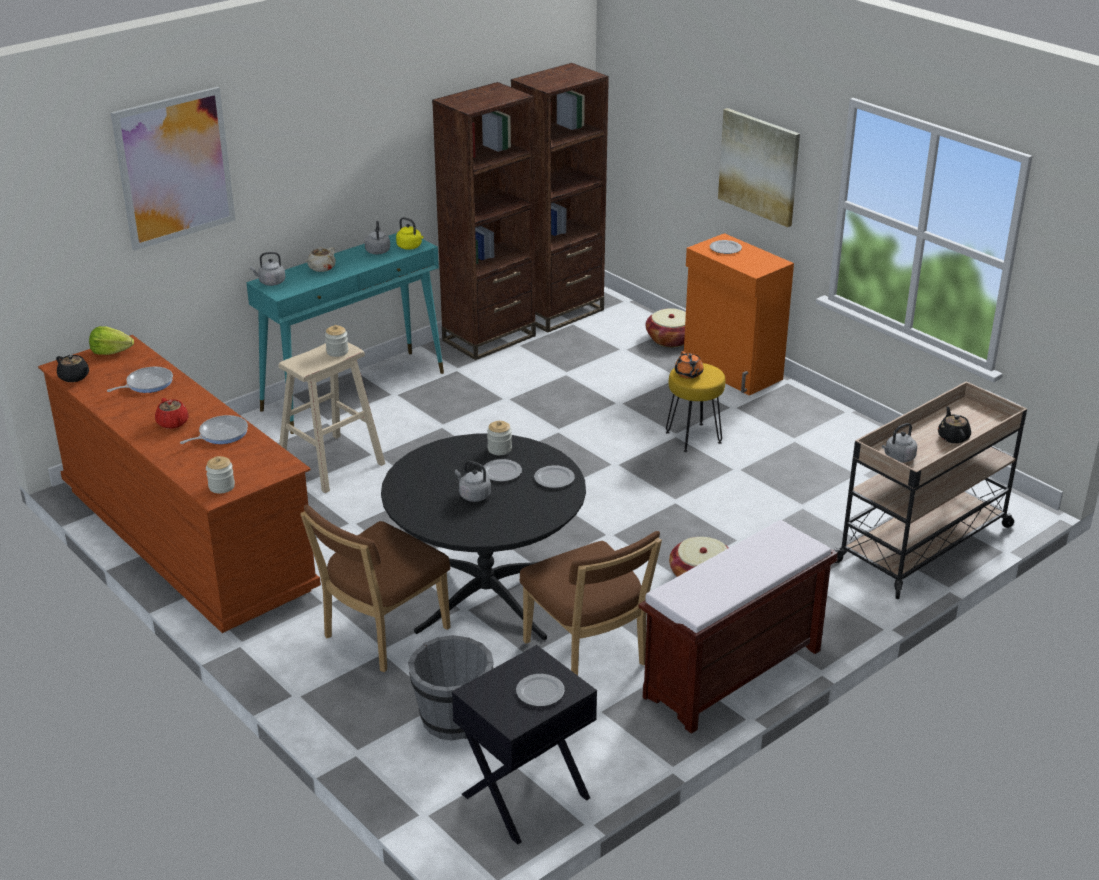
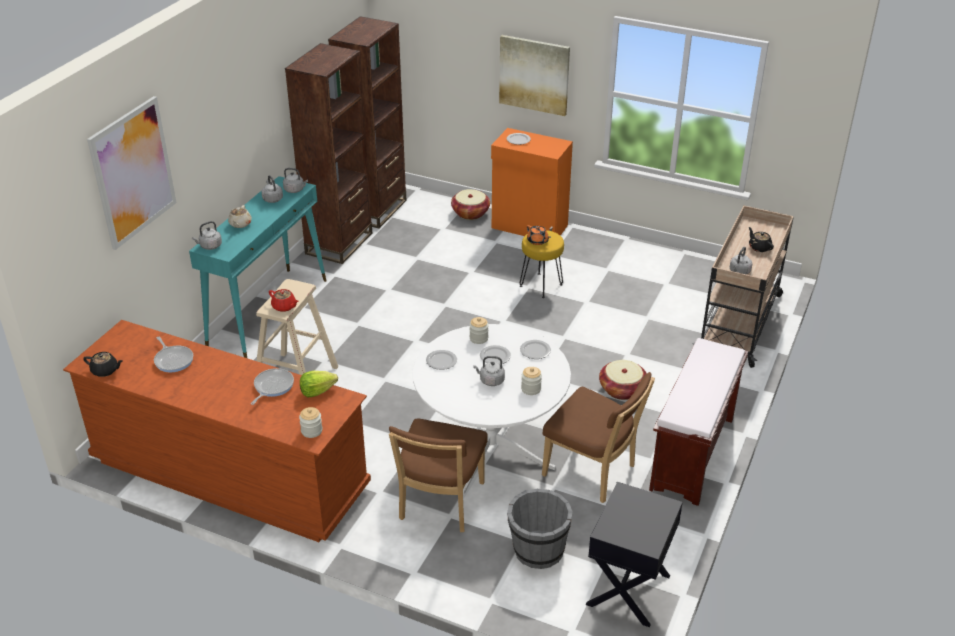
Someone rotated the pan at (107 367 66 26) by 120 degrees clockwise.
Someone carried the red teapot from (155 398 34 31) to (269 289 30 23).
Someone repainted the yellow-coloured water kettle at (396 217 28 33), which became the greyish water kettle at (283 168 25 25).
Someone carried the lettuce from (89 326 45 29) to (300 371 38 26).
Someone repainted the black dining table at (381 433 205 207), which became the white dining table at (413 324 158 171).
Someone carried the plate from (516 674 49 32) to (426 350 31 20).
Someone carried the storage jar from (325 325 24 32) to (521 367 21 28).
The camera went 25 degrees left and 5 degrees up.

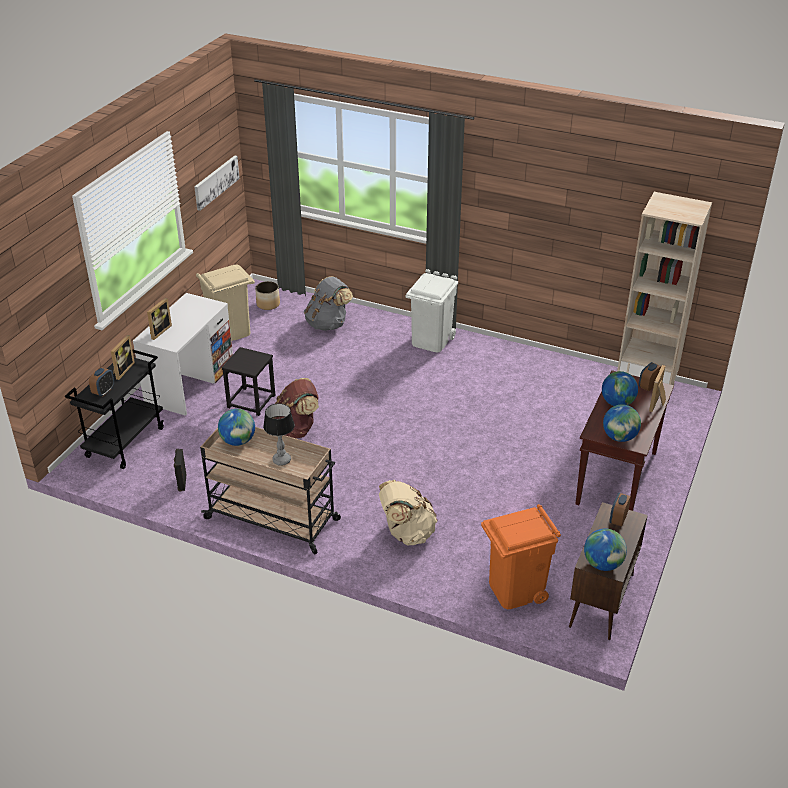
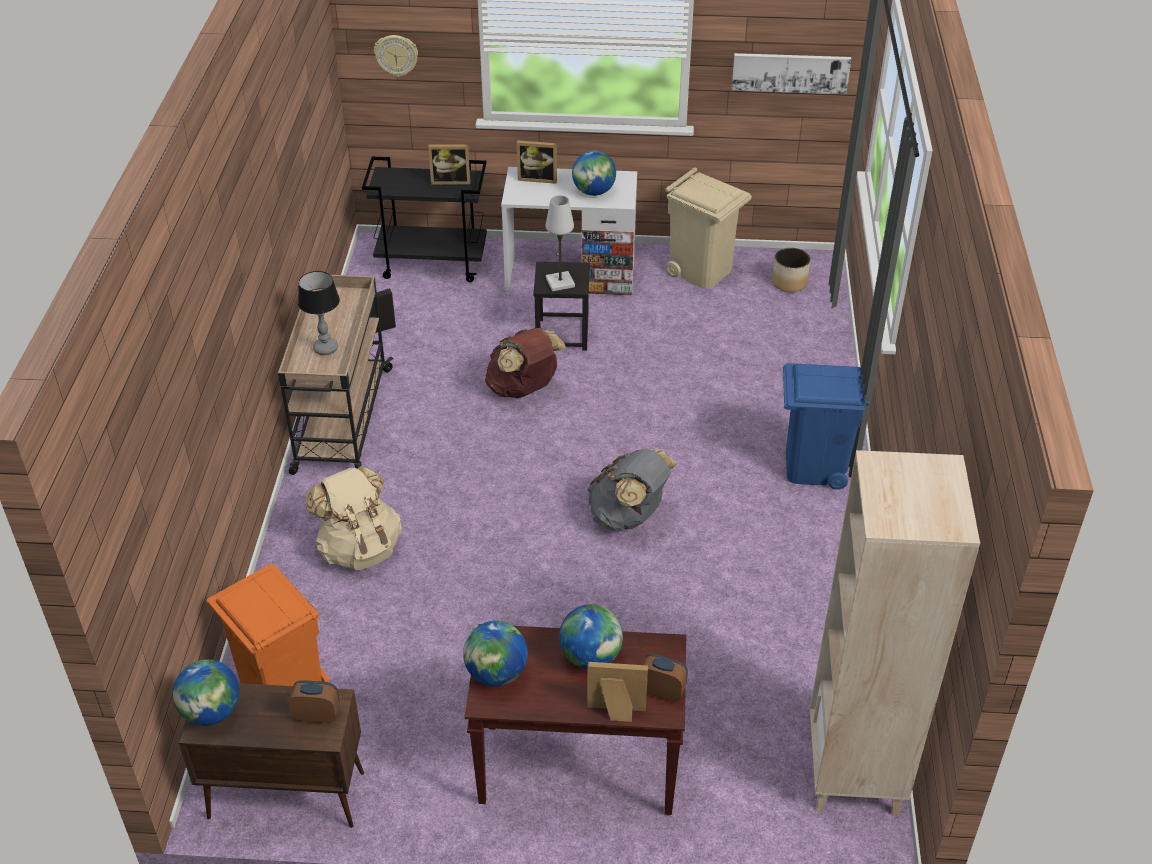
Someone put up the wall clock at (374 35 44 42).
Someone put down the white table lamp at (546 195 29 96).
Someone carried the world globe from (218 409 37 37) to (572 151 44 45).
Someone carried the greyish rucksack from (304 276 49 55) to (587 449 90 83).
Someone repainted the white rubbish bin at (406 269 52 83), which became the blue rubbish bin at (783 363 87 127).
Someone took away the alarm clock at (89 367 25 29).
The camera went 70 degrees right and 5 degrees up.

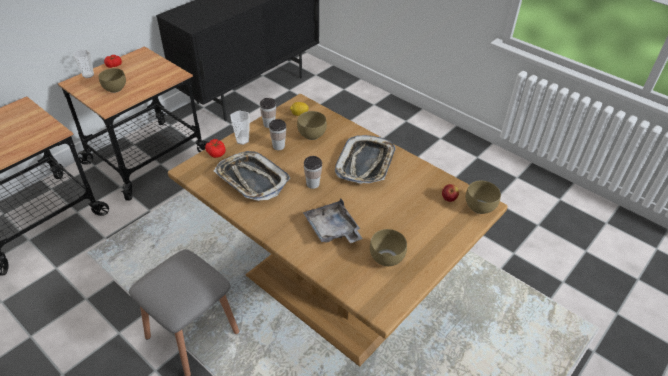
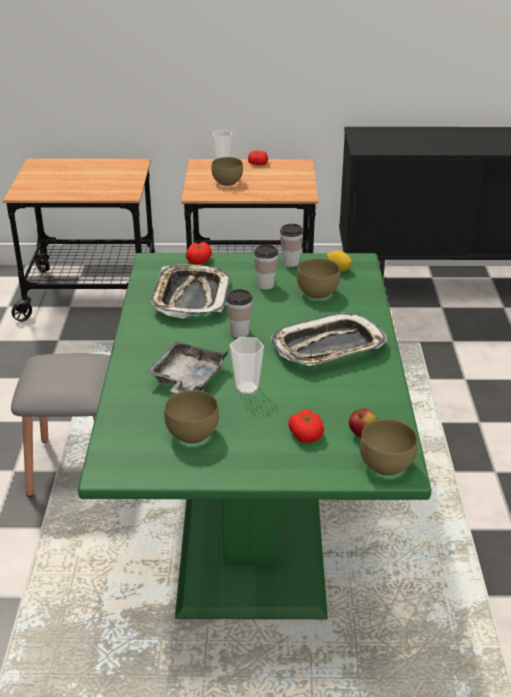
Someone repainted the brown-coloured dining table at (168 94 340 273), which became the greenish dining table at (78 253 354 366).
Someone carried the cup from (230 111 20 34) to (230 337 34 57).
Someone put down the tomato at (288 410 36 33).
The camera went 50 degrees right and 10 degrees down.

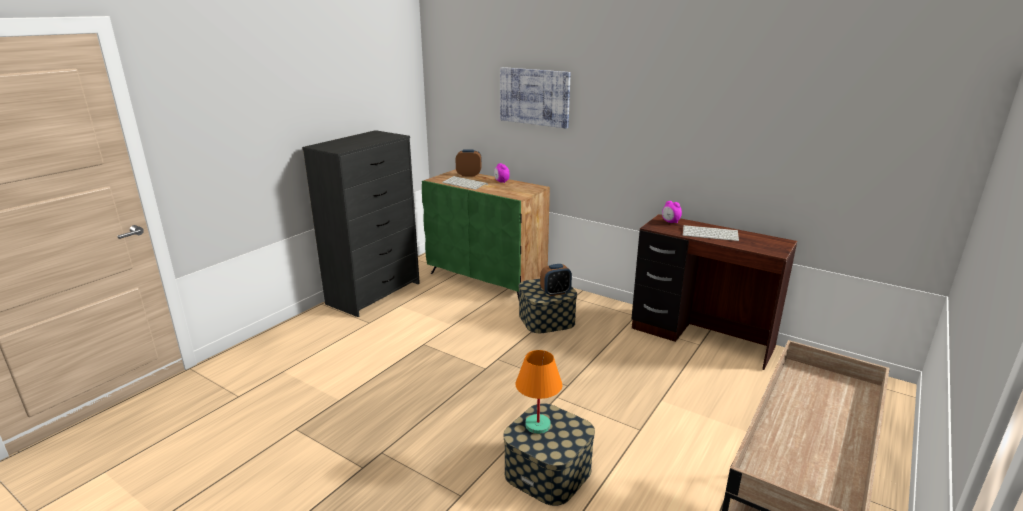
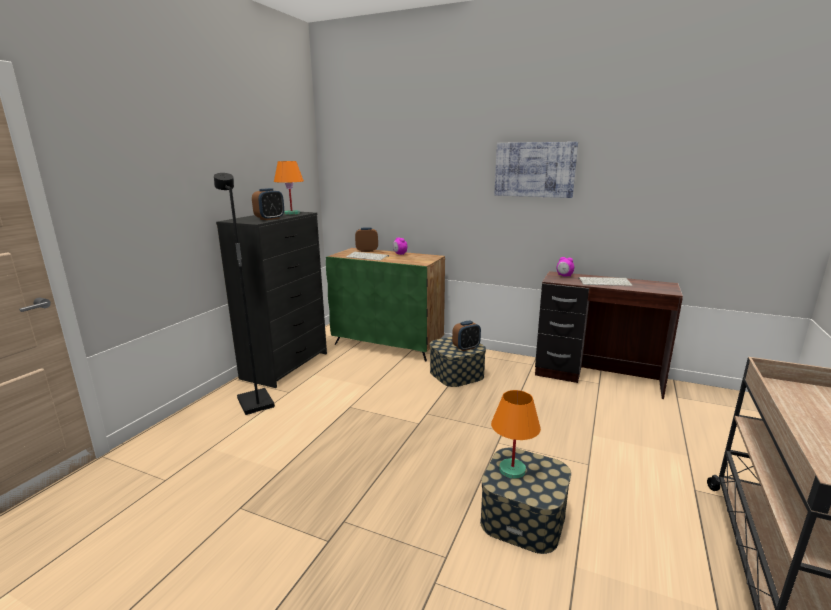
Someone put down the black standard lamp at (214 173 61 242).
Someone put down the alarm clock at (252 188 32 32).
Someone put down the orange-coloured table lamp at (274 161 30 54).
Someone carried the wall art from (500 67 71 62) to (494 142 84 56).
The camera went 10 degrees left and 5 degrees down.

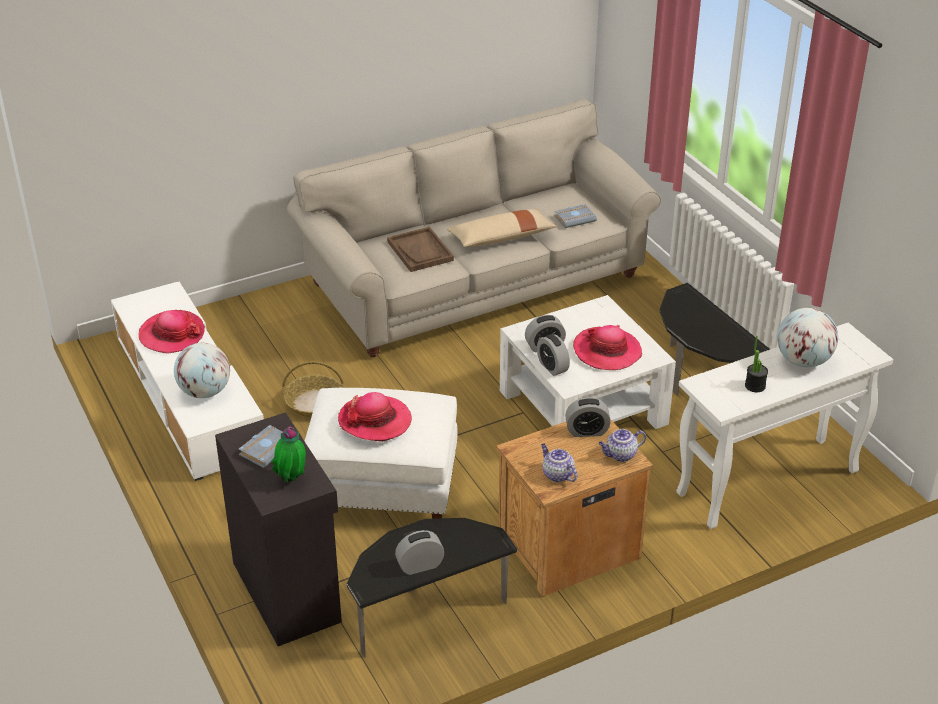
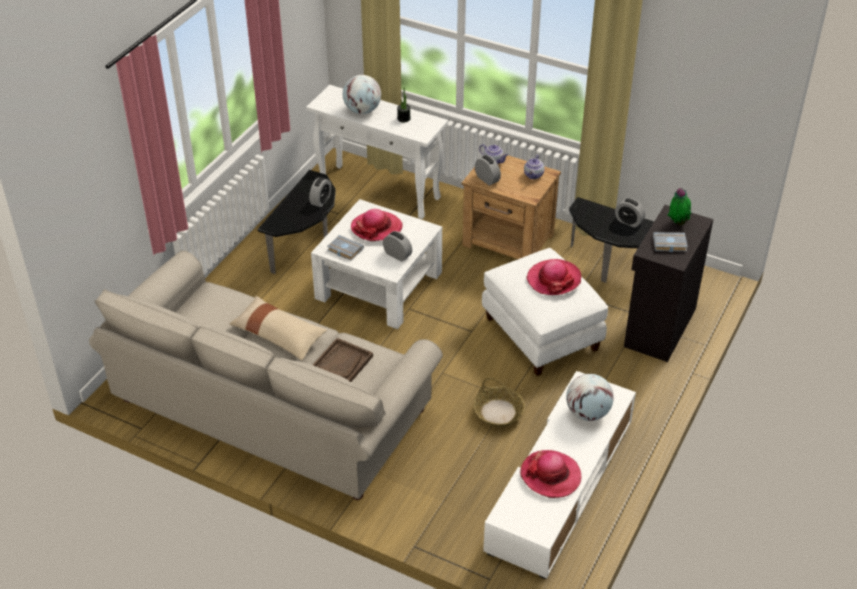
Someone carried the alarm clock from (537 334 33 42) to (309 177 22 30).
Someone carried the greyish volume from (555 204 42 24) to (327 235 37 25).
The camera went 125 degrees left and 5 degrees up.

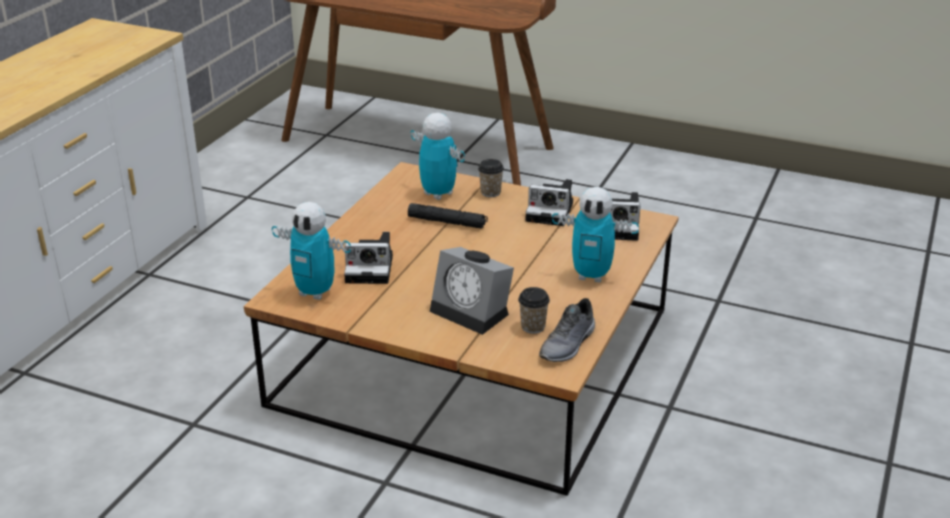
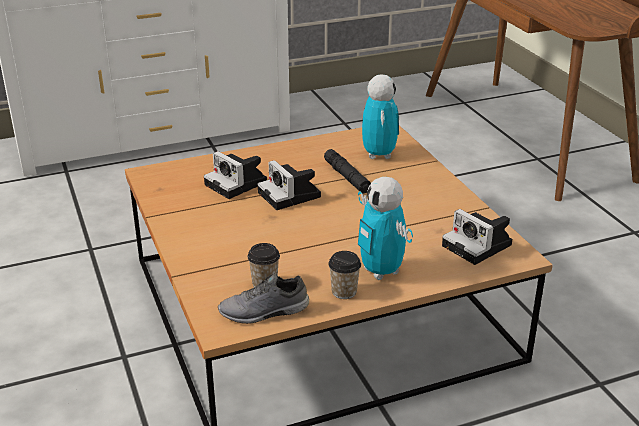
Someone carried the still camera from (525 179 48 47) to (257 160 64 50).
Someone carried the cup from (478 159 26 38) to (328 251 33 48).
Someone took away the model robot at (272 202 79 98).
Someone took away the alarm clock at (430 247 84 88).
The camera went 45 degrees right and 0 degrees up.

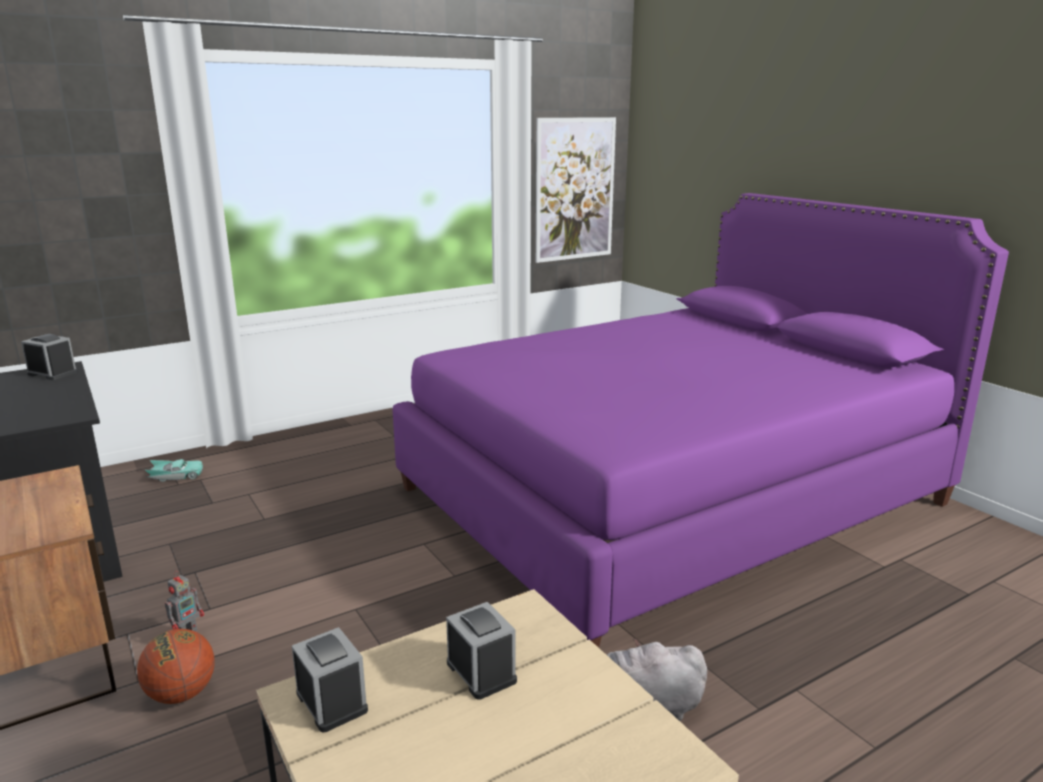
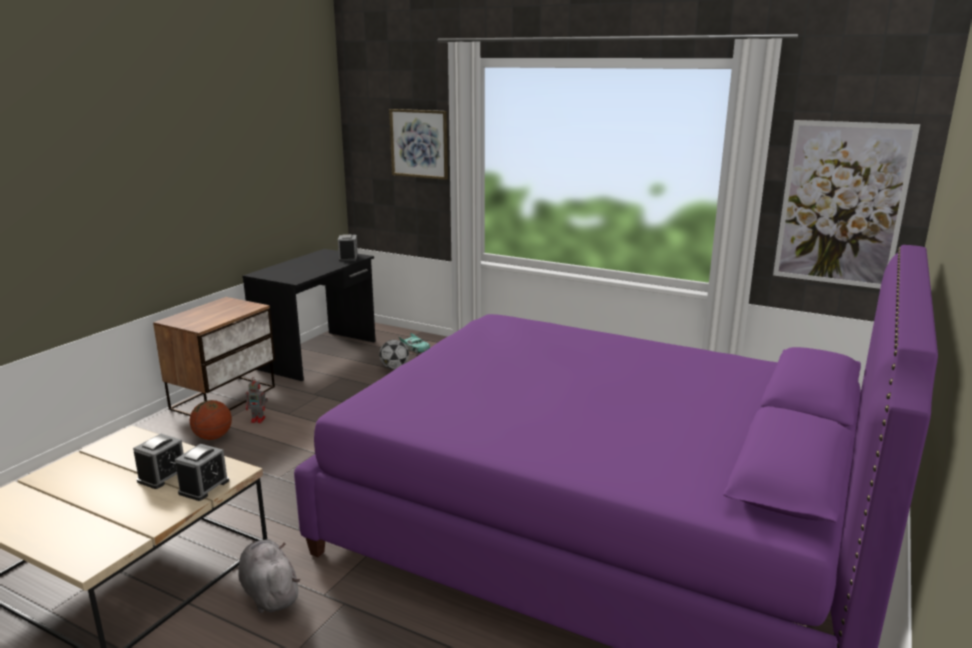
Someone carried the alarm clock from (292 627 76 105) to (175 444 54 57).
Someone put down the football at (379 340 30 29).
Someone put up the wall art at (389 109 59 71).
The camera went 60 degrees right and 0 degrees up.

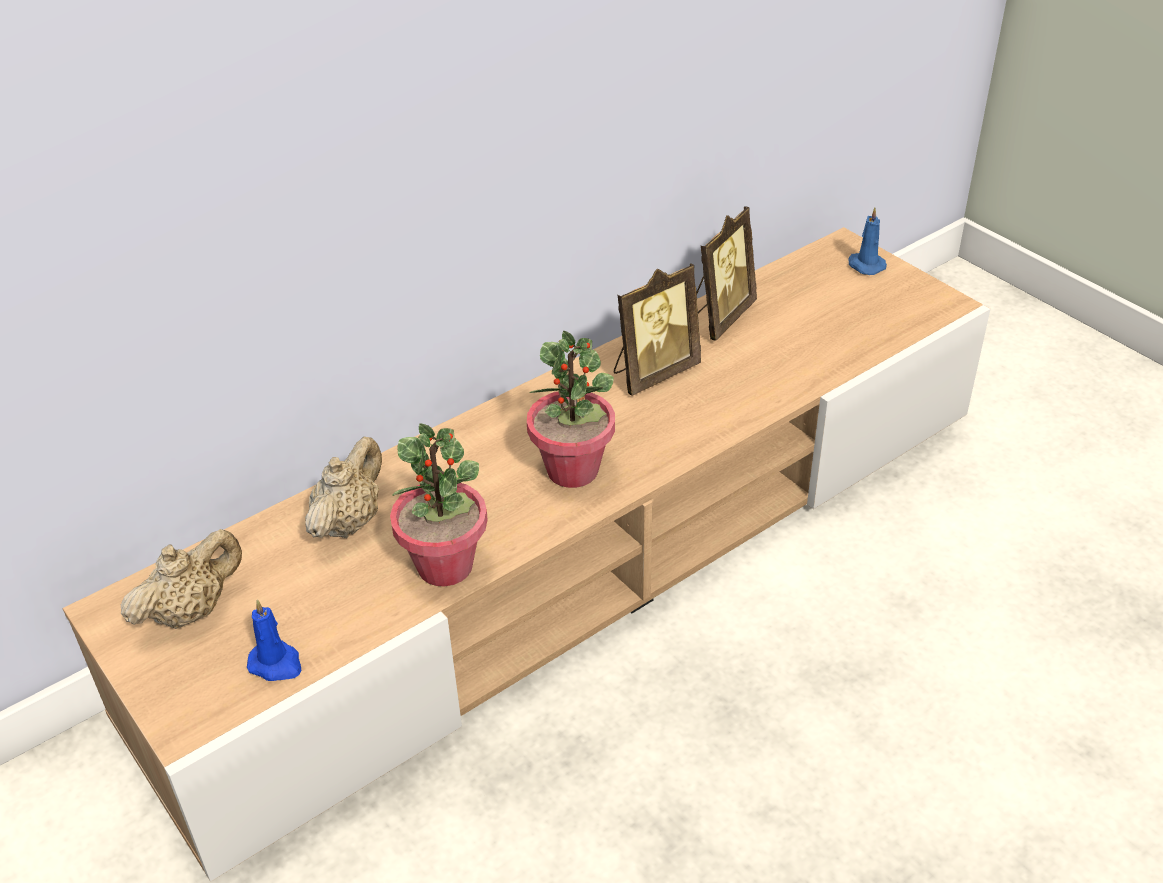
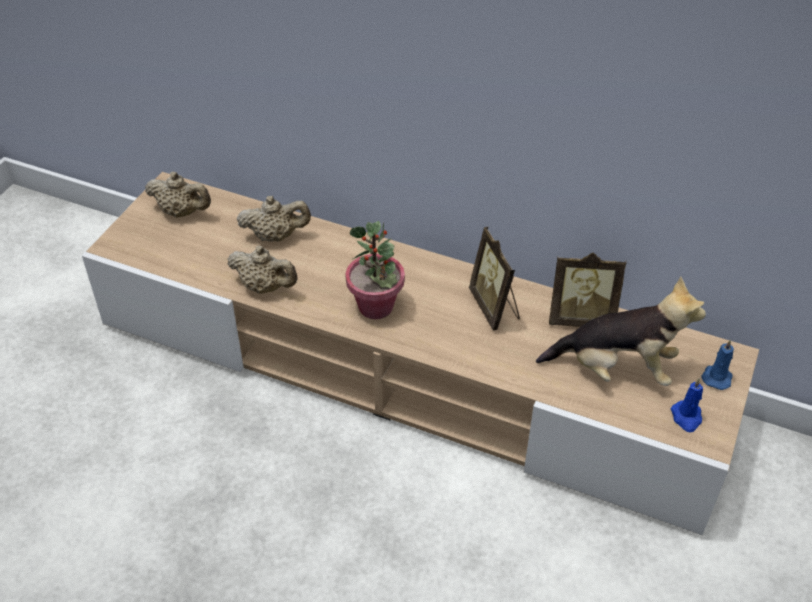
Someone swapped the plant in a pot at (390 424 98 162) for the beige teapot at (227 245 71 49).
Someone rotated the picture frame at (614 263 87 133) by 45 degrees clockwise.
Someone put down the plush toy at (536 276 170 110).
Someone carried the blue candle from (247 599 55 82) to (671 378 32 54).
The camera went 60 degrees right and 5 degrees up.

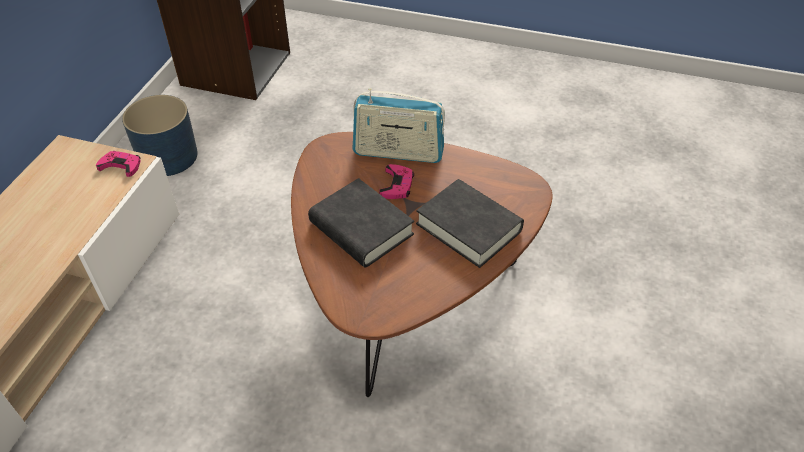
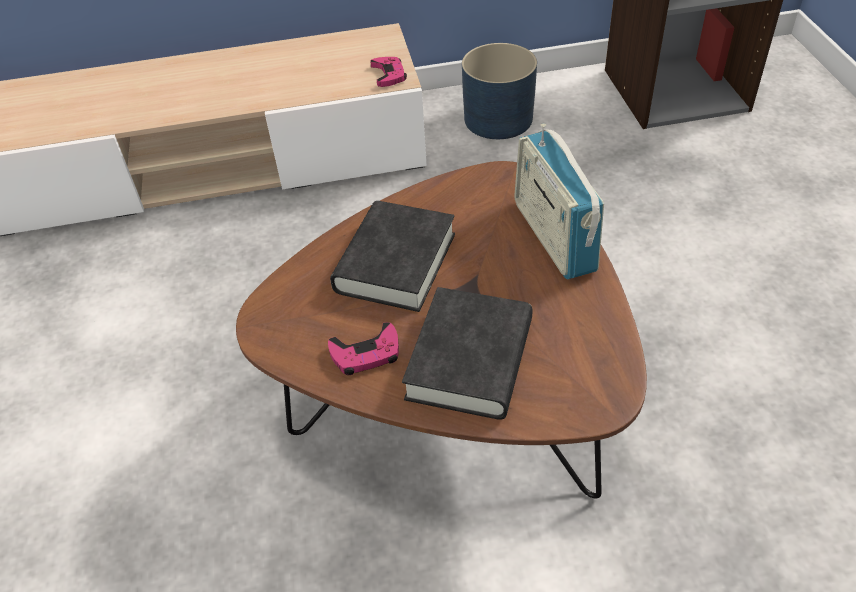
Someone carried the pink-coloured gamepad from (379 164 35 35) to (328 322 71 53).
The camera went 65 degrees right and 0 degrees up.

